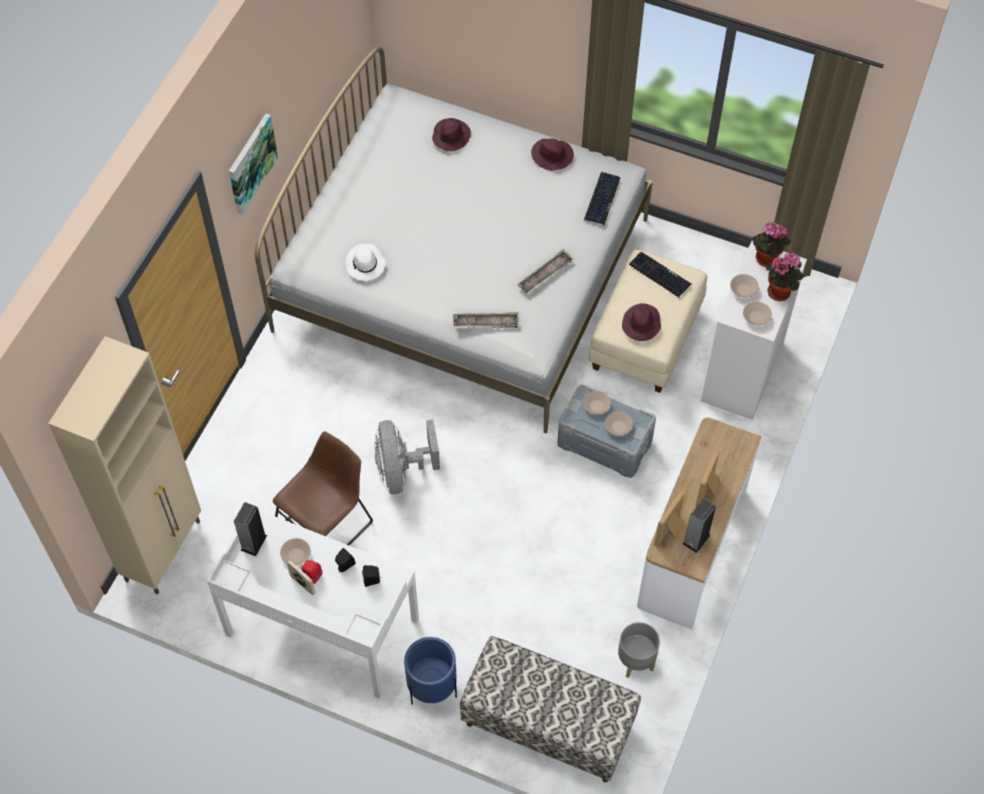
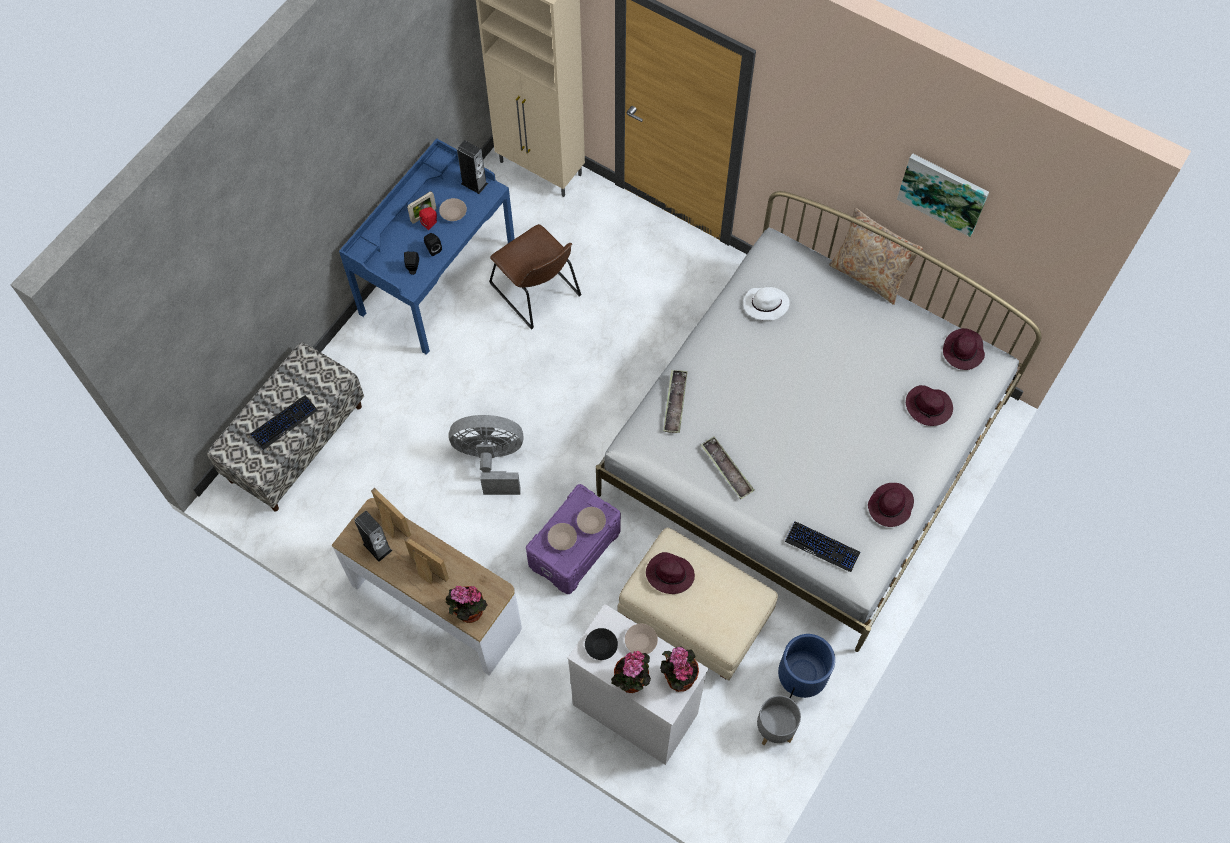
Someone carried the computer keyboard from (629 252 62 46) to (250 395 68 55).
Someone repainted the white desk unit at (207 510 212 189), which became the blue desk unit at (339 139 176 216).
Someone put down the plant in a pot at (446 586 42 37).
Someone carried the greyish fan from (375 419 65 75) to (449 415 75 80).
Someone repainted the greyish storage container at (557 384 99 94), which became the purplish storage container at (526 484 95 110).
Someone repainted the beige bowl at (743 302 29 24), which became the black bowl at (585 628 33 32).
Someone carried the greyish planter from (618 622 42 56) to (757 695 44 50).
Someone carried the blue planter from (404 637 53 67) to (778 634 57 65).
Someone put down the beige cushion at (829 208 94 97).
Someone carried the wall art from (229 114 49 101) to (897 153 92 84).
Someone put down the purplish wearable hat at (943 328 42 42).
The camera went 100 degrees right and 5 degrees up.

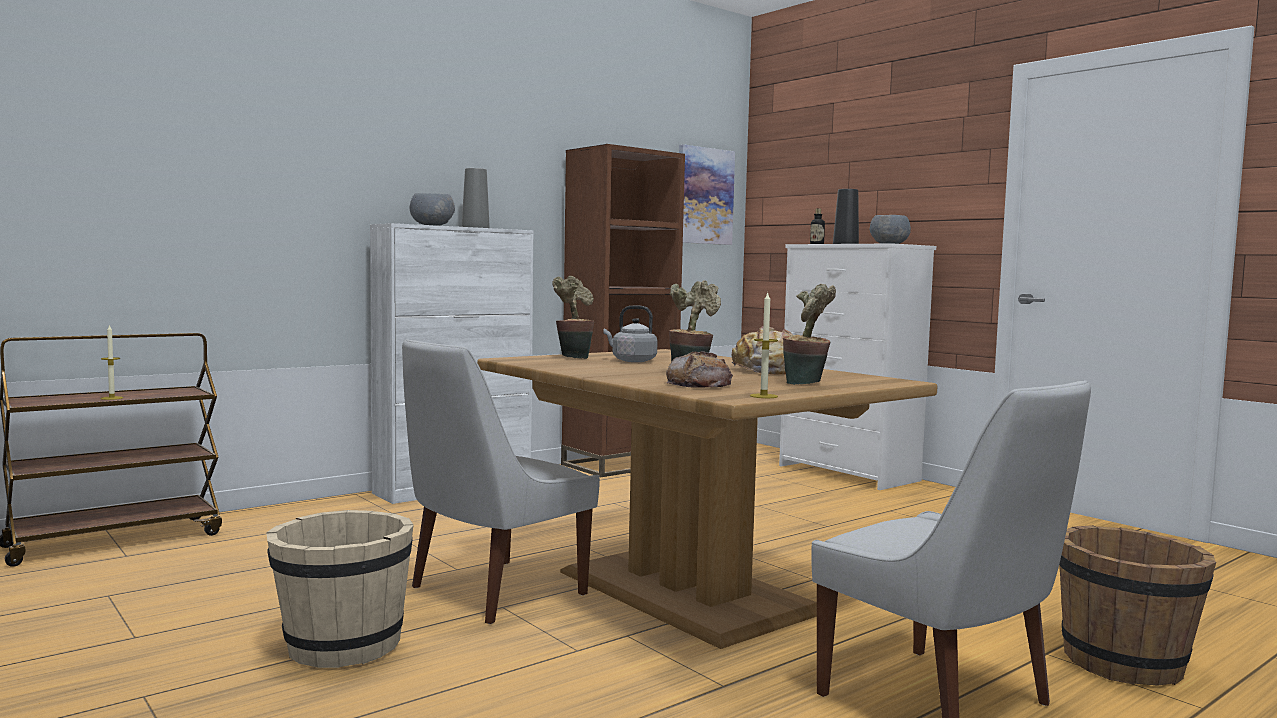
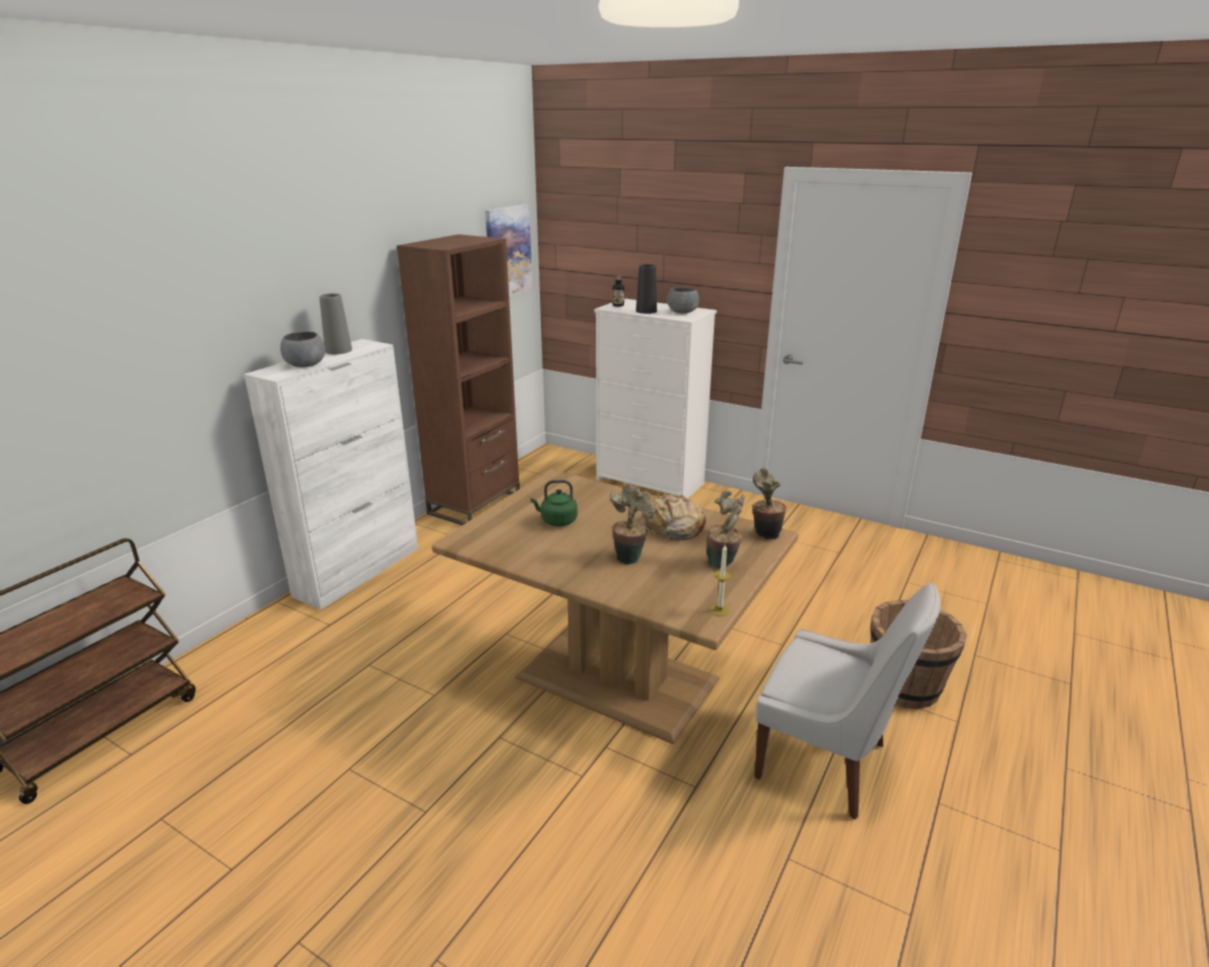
Someone repainted the greyish water kettle at (603 306 55 56), which became the greenish water kettle at (530 480 47 46).
Someone carried the plant in a pot from (552 276 42 83) to (753 467 34 73).
Someone took away the candle at (101 324 22 76).
Someone took away the beige bucket at (266 510 148 158).
Someone took away the white plain chair at (402 339 198 285).
Someone took away the baked bread at (666 351 67 37).
The camera went 20 degrees left and 20 degrees up.

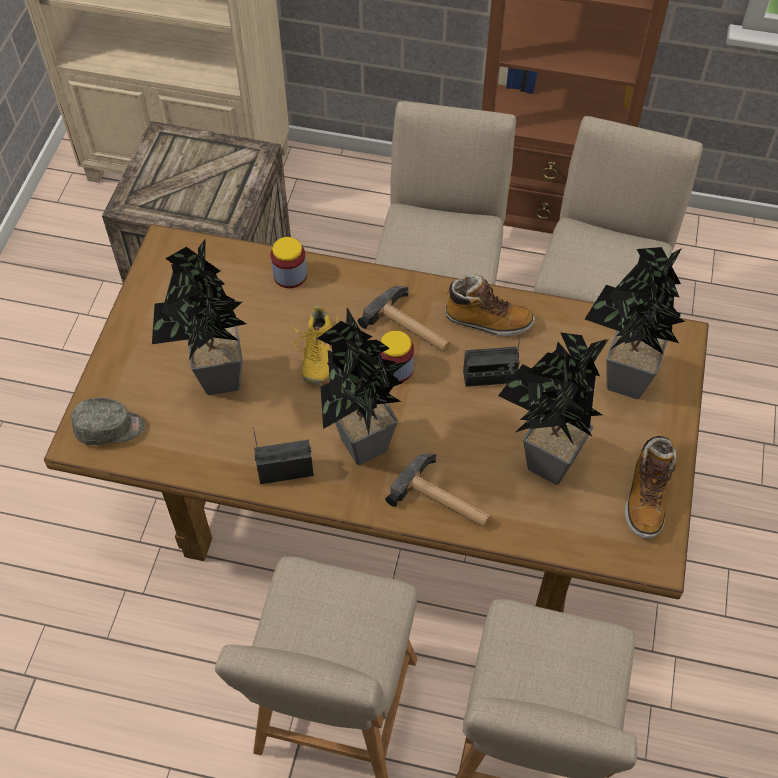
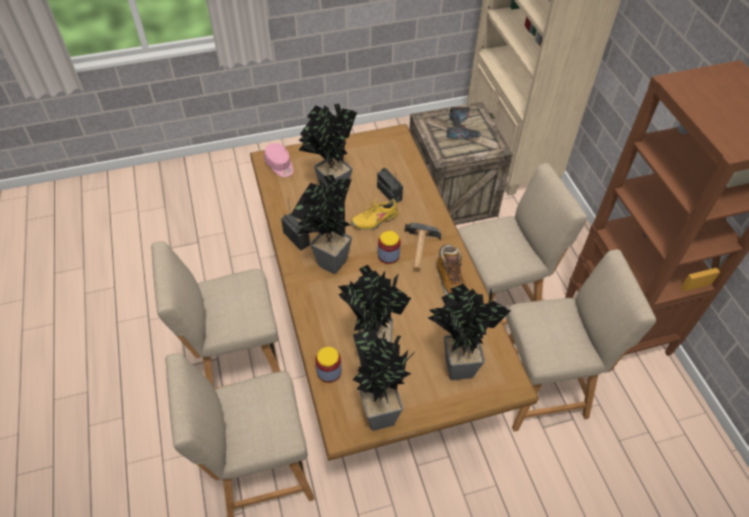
Someone repainted the greyish cap at (71 398 74 47), which became the pink-coloured cap at (264 143 29 34).
Someone carried the storage jar from (271 237 36 51) to (315 347 27 36).
Someone swapped the tall boot at (625 436 51 103) for the plant in a pot at (352 330 63 101).
Someone carried the radio receiver from (463 335 58 52) to (377 168 26 35).
Someone put down the drill at (447 107 35 32).
Someone took away the hammer at (385 454 106 73).
The camera went 60 degrees right and 5 degrees down.

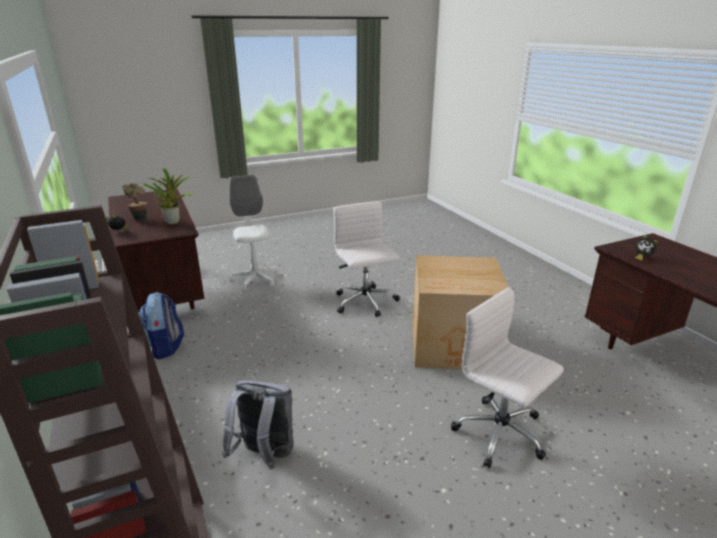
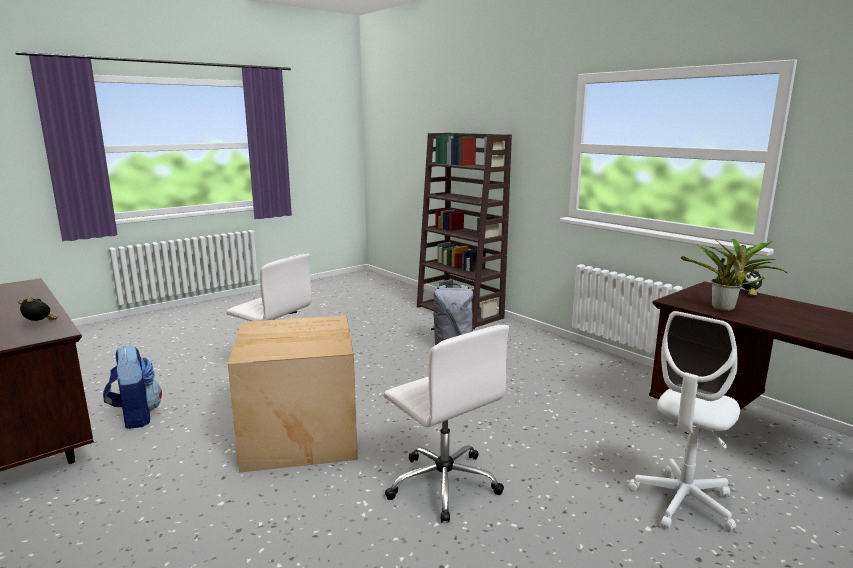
Someone carried the rucksack from (140 292 44 67) to (103 346 59 83).
Someone rotated the white desk chair at (229 175 50 117) by 75 degrees clockwise.
Someone took away the plant in a pot at (122 183 25 39).
The camera went 165 degrees right and 10 degrees down.

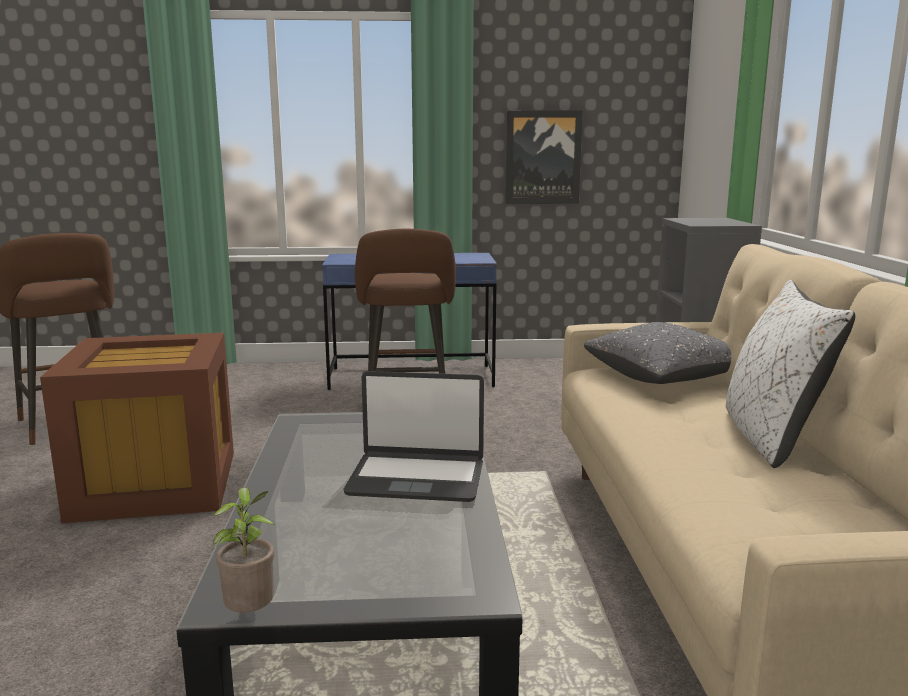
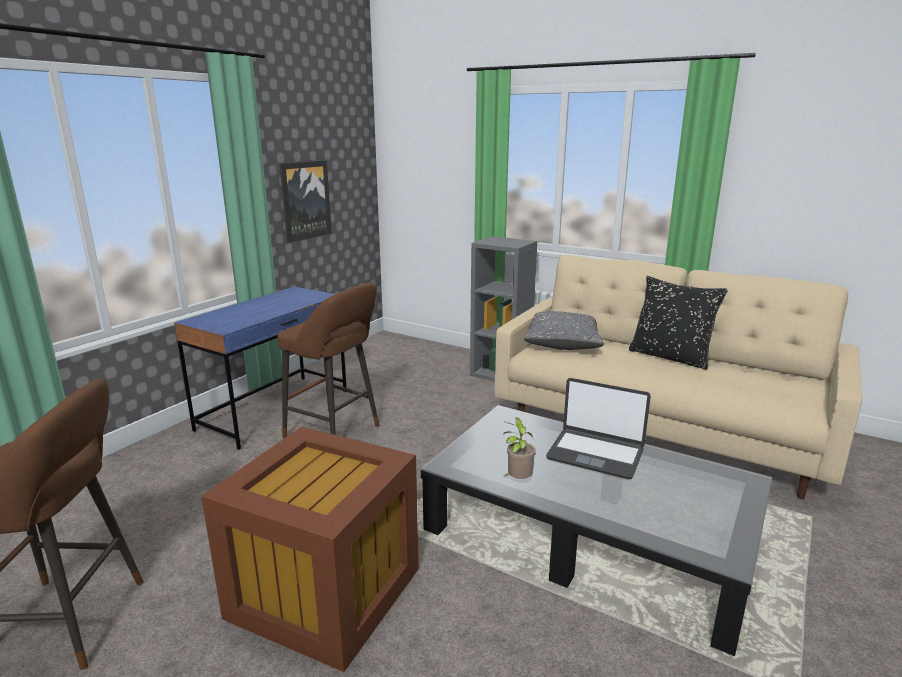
Someone carried the plant in a pot from (213 487 62 125) to (503 417 33 62).
Someone rotated the laptop at (343 371 141 131) by 75 degrees clockwise.
Someone repainted the white cushion at (726 280 129 188), which became the black cushion at (629 276 99 94).
The camera went 55 degrees left and 5 degrees up.

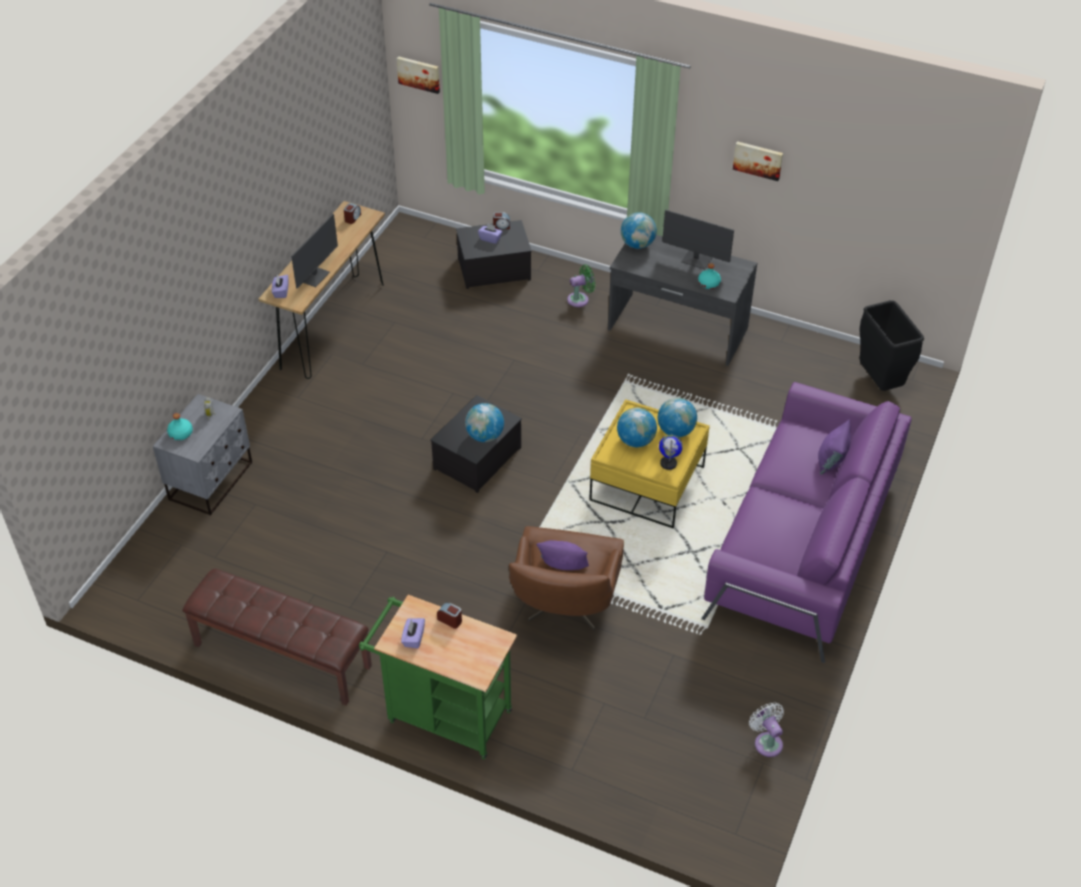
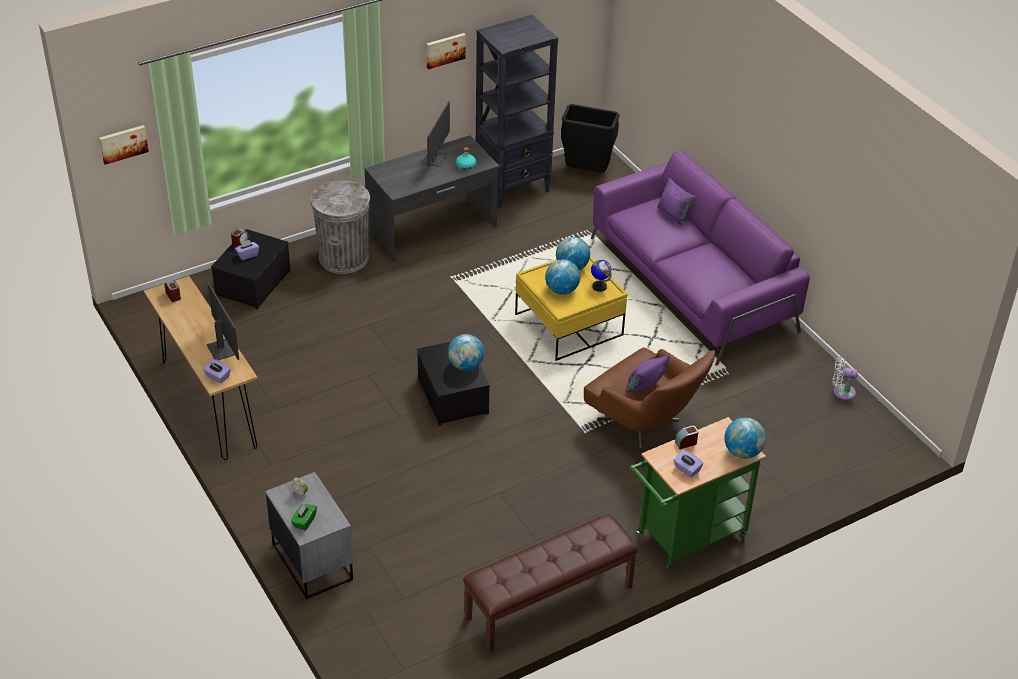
Someone swapped the blue-green drink bottle at (167 413 26 27) for the greenish tissue box at (291 504 26 27).
Someone swapped the greenish fan at (567 265 28 42) for the greyish rubbish bin at (310 181 60 93).
Someone rotated the monitor at (662 210 72 59) by 45 degrees counterclockwise.
Someone put down the black bookcase at (476 15 82 194).
Someone carried the world globe from (621 212 36 37) to (724 418 42 41).
The camera went 55 degrees left and 5 degrees down.

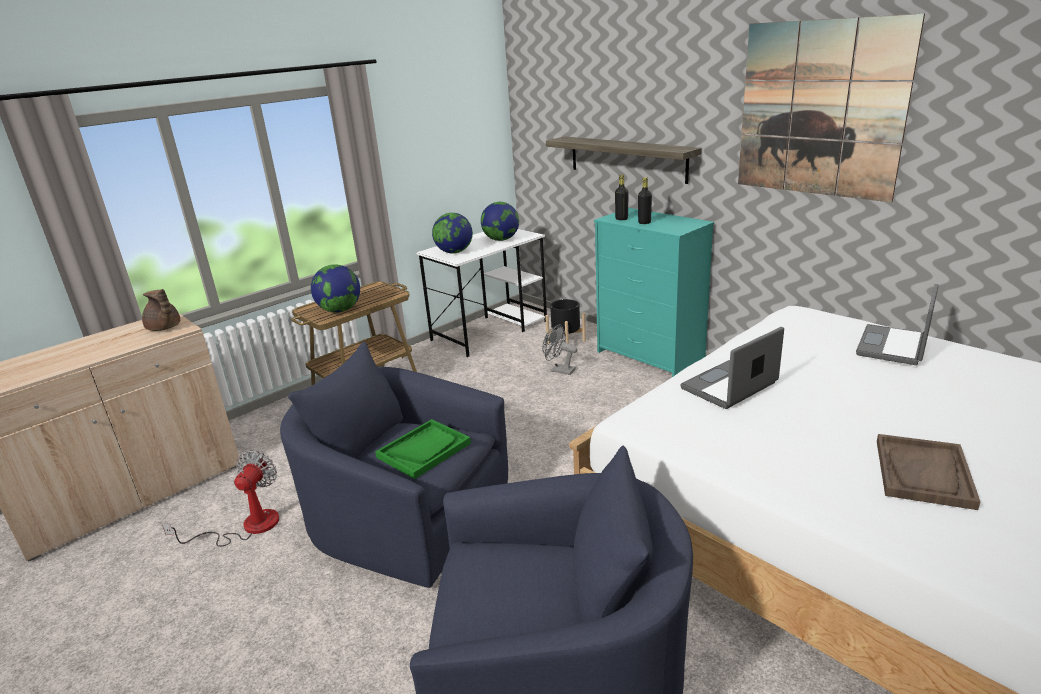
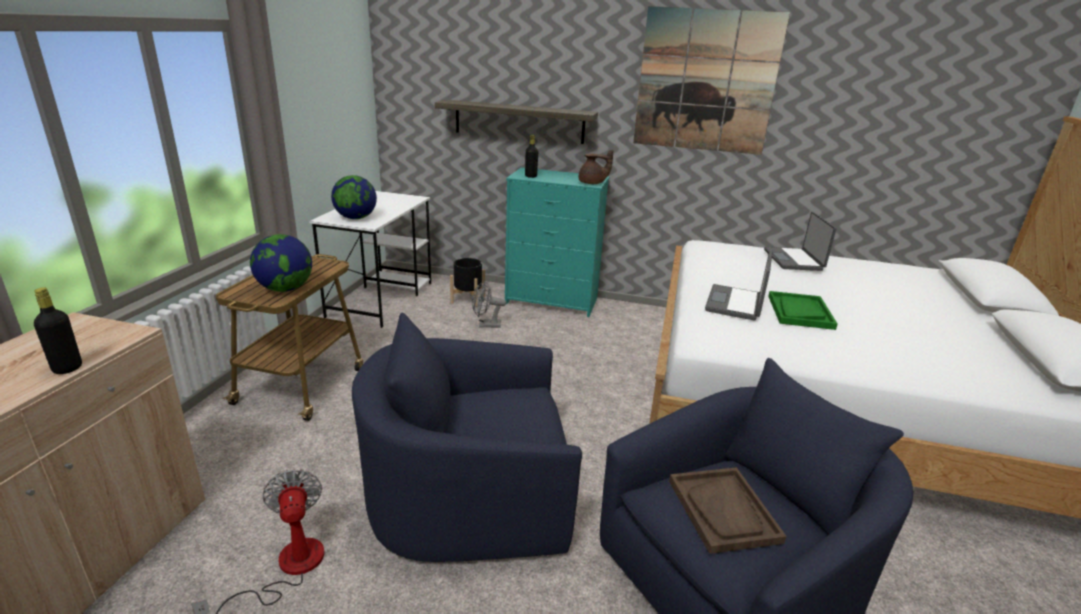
Someone carried the black drink bottle from (638 177 14 47) to (34 287 48 87).
Someone carried the brown-coloured teapot from (142 289 38 42) to (579 150 35 34).
Someone carried the brown-coloured serving tray from (877 434 103 76) to (669 467 118 87).
Someone carried the greenish serving tray from (375 419 96 60) to (768 291 69 39).
Someone took away the world globe at (481 202 38 39).
The camera went 35 degrees left and 0 degrees up.

